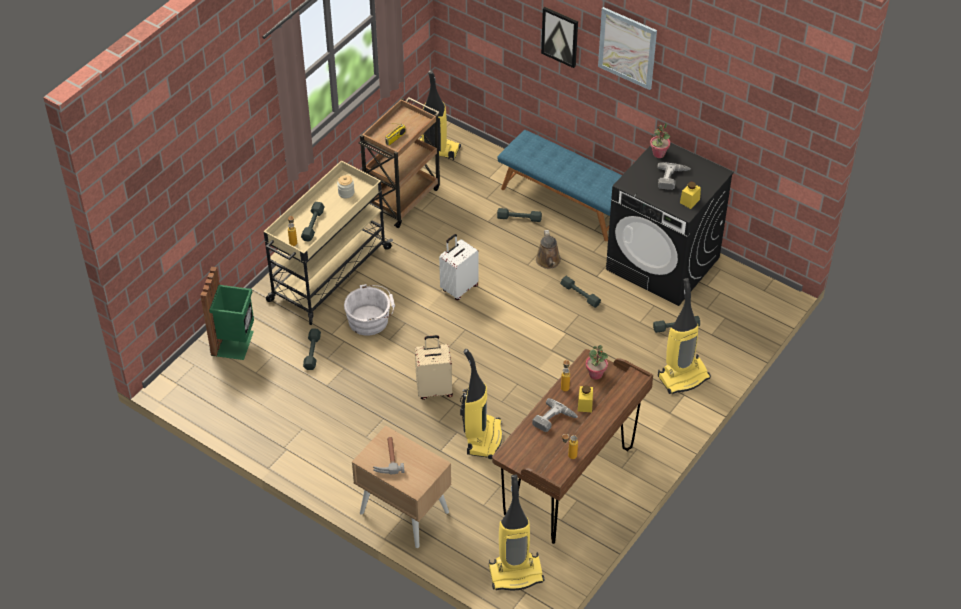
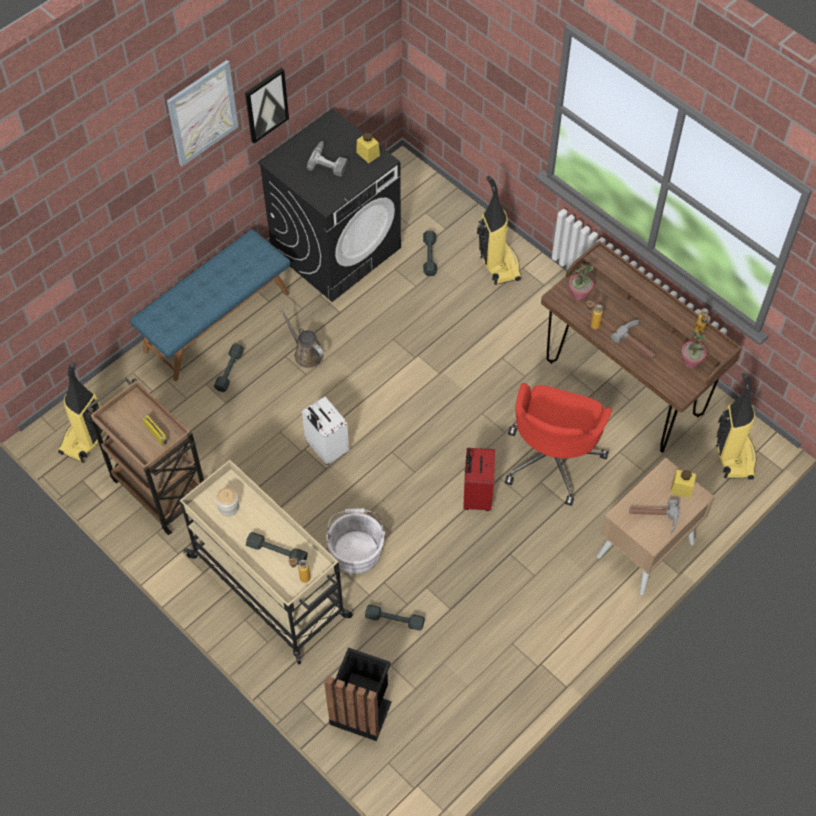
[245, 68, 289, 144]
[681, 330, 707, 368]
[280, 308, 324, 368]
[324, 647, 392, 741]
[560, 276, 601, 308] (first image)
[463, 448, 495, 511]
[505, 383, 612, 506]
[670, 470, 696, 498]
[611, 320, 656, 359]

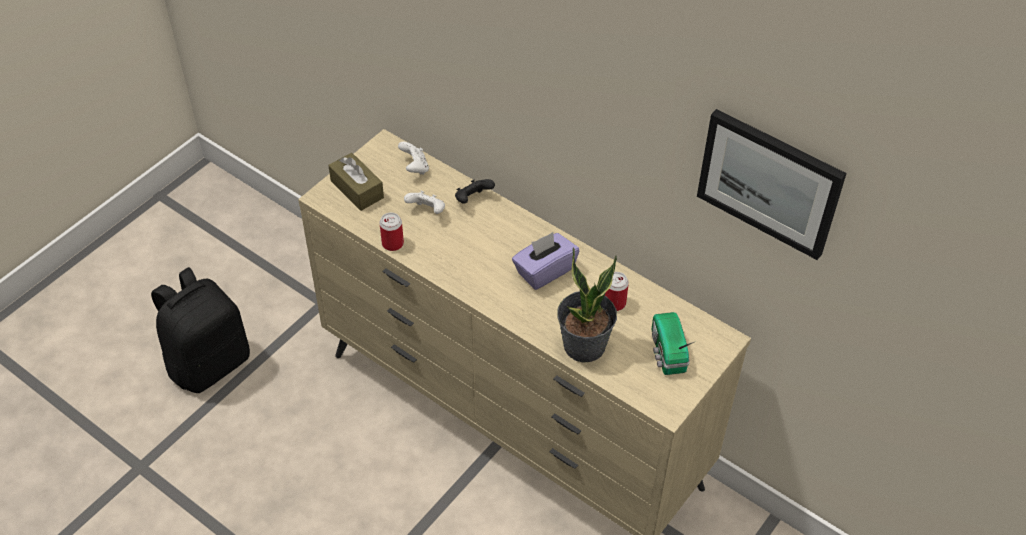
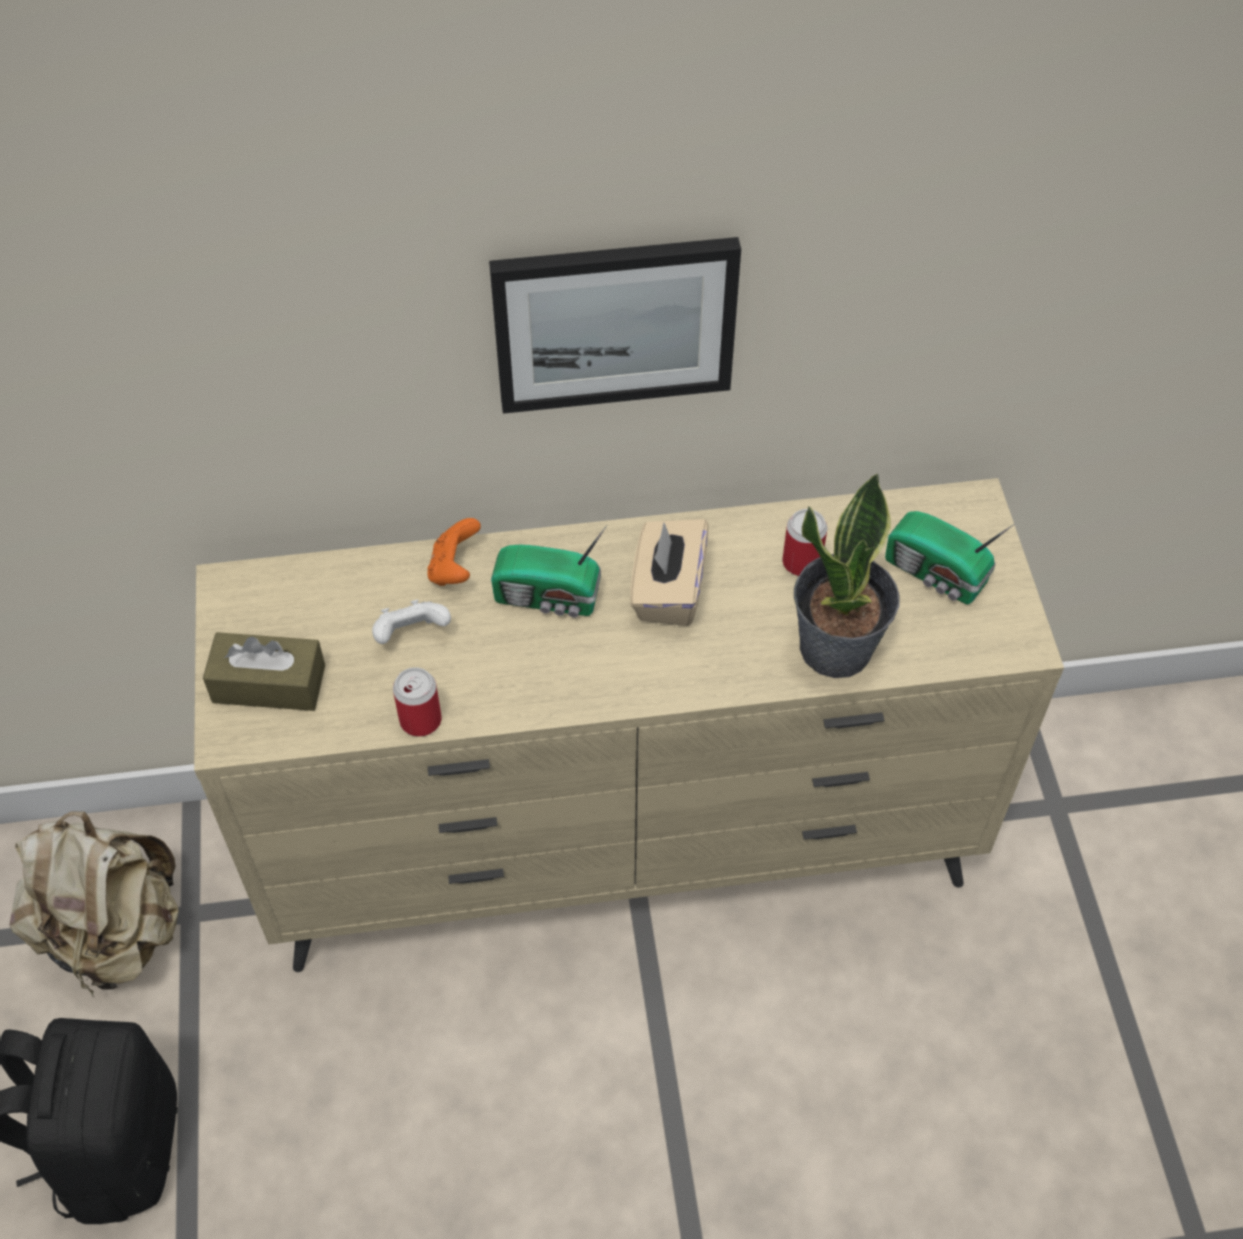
[489, 237, 741, 414]
[398, 142, 429, 175] (first image)
[427, 518, 481, 586]
[631, 519, 708, 626]
[491, 525, 607, 618]
[9, 811, 179, 997]

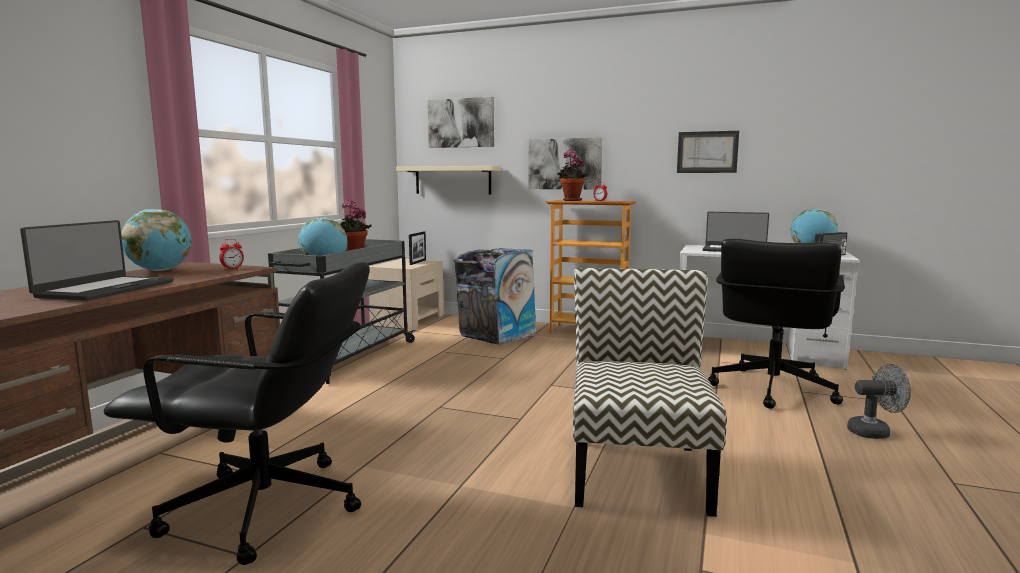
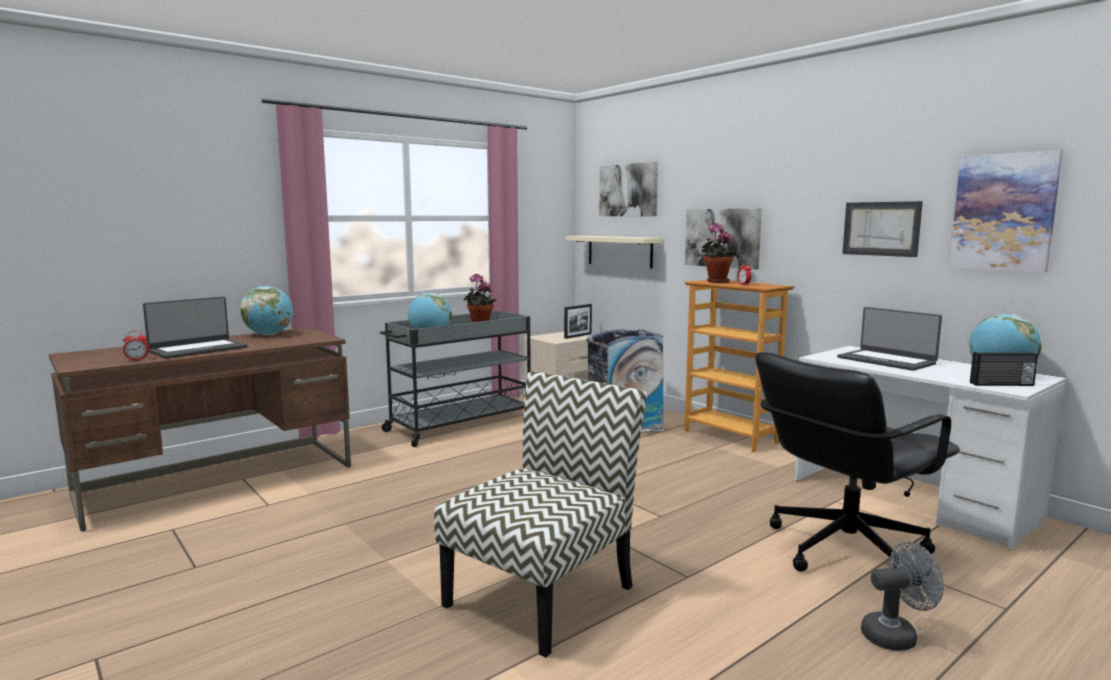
[123, 331, 149, 361]
[104, 262, 369, 565] (first image)
[861, 542, 943, 651]
[949, 150, 1063, 272]

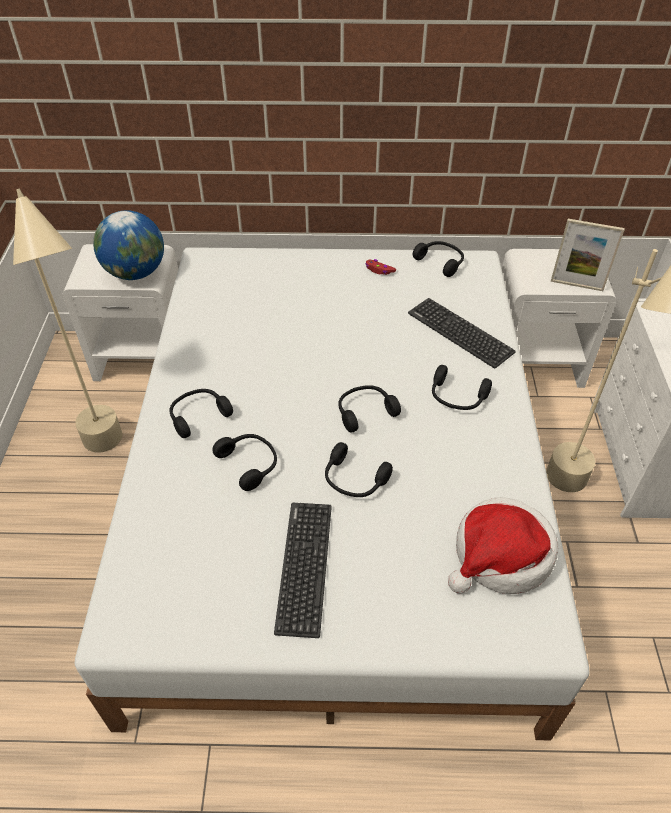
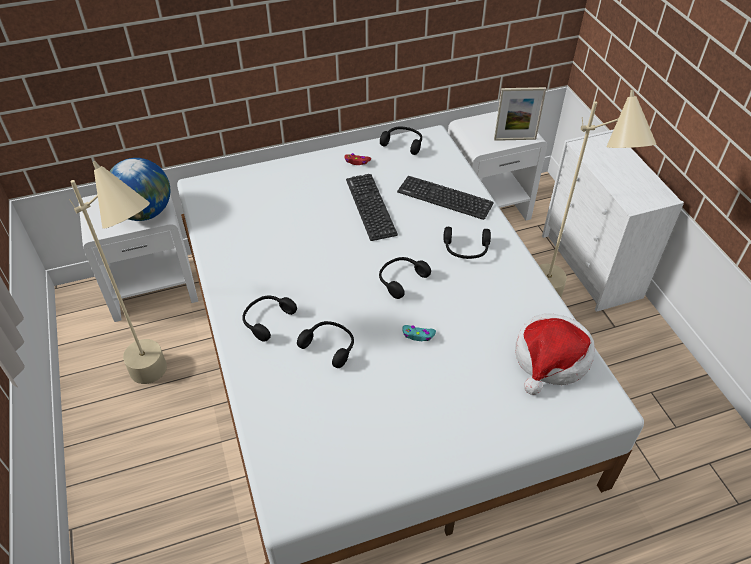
[402, 325, 436, 341]
[346, 174, 398, 241]

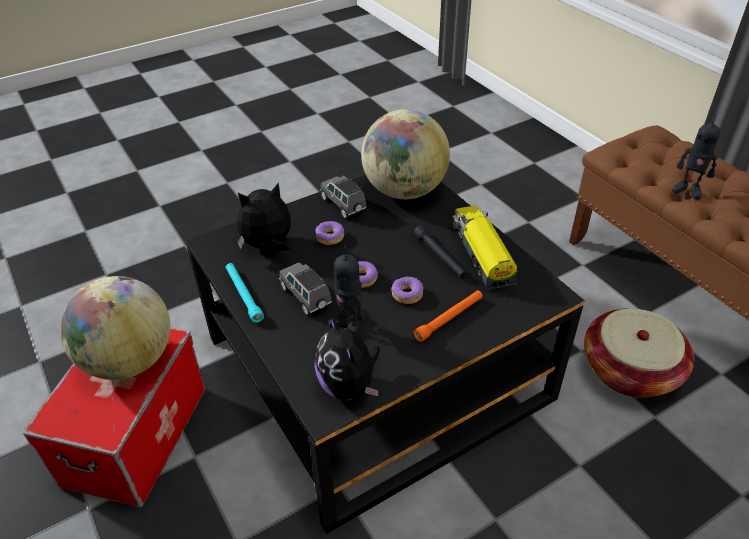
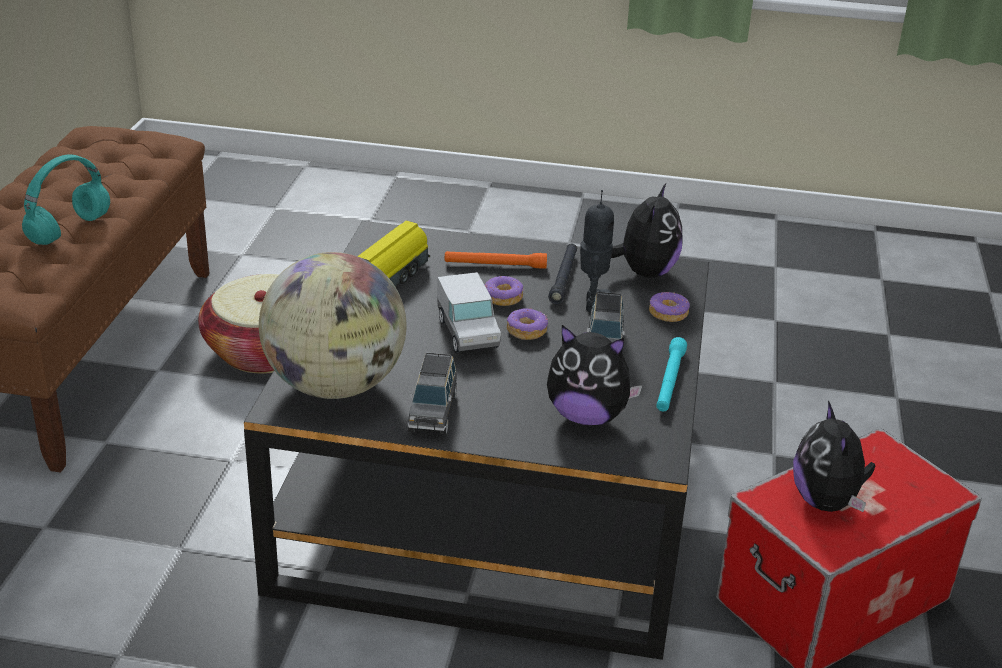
[22, 155, 110, 245]
[649, 292, 690, 322]
[548, 244, 577, 304]
[793, 401, 875, 512]
[437, 272, 501, 353]

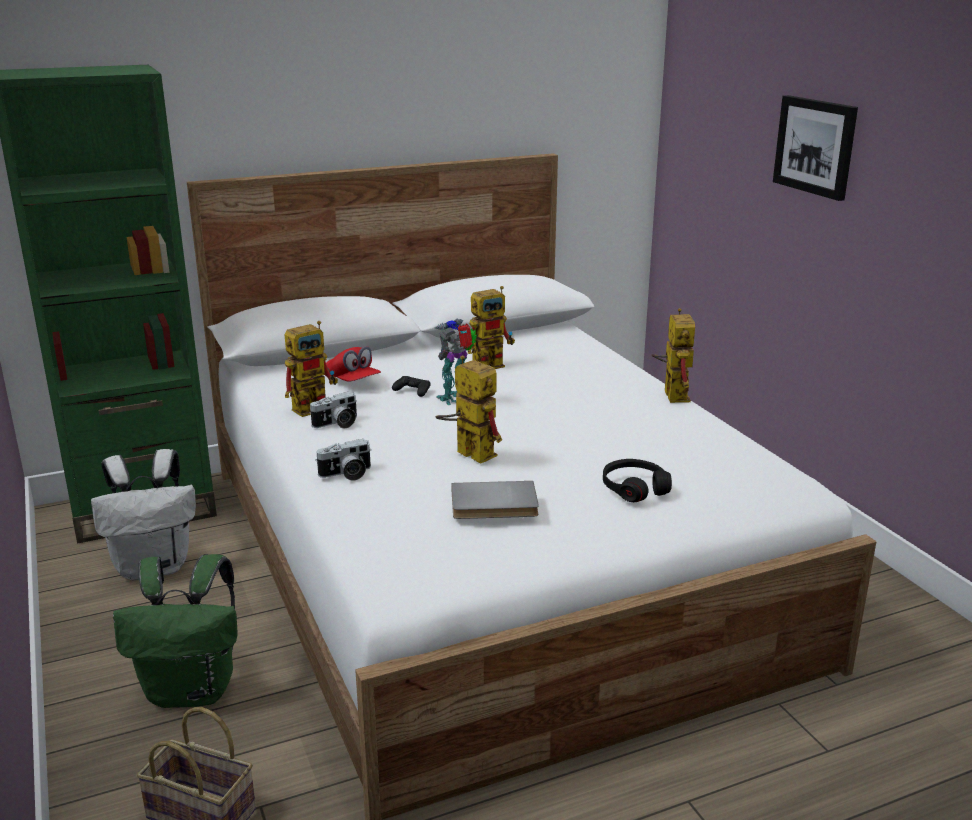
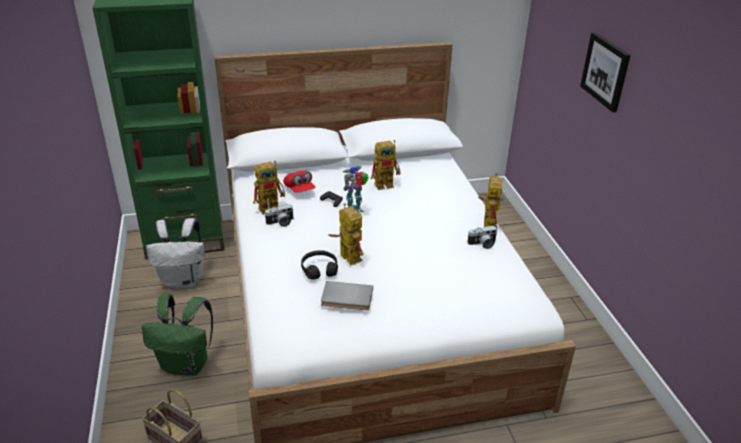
[467, 226, 497, 249]
[301, 250, 338, 280]

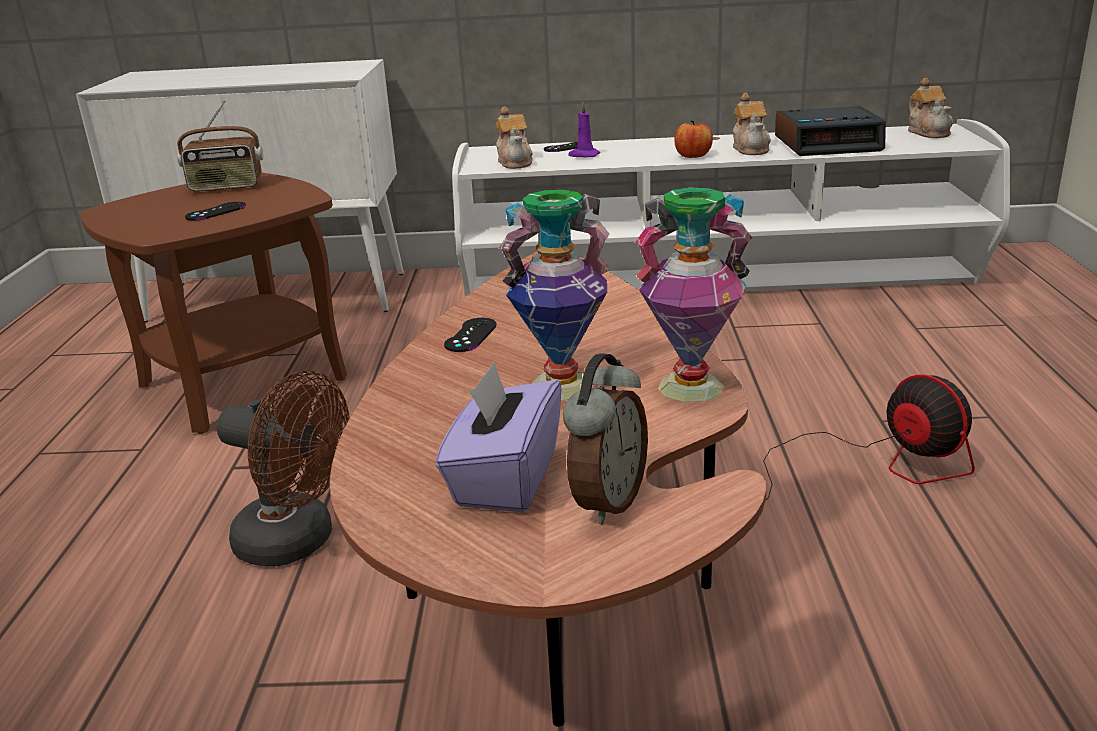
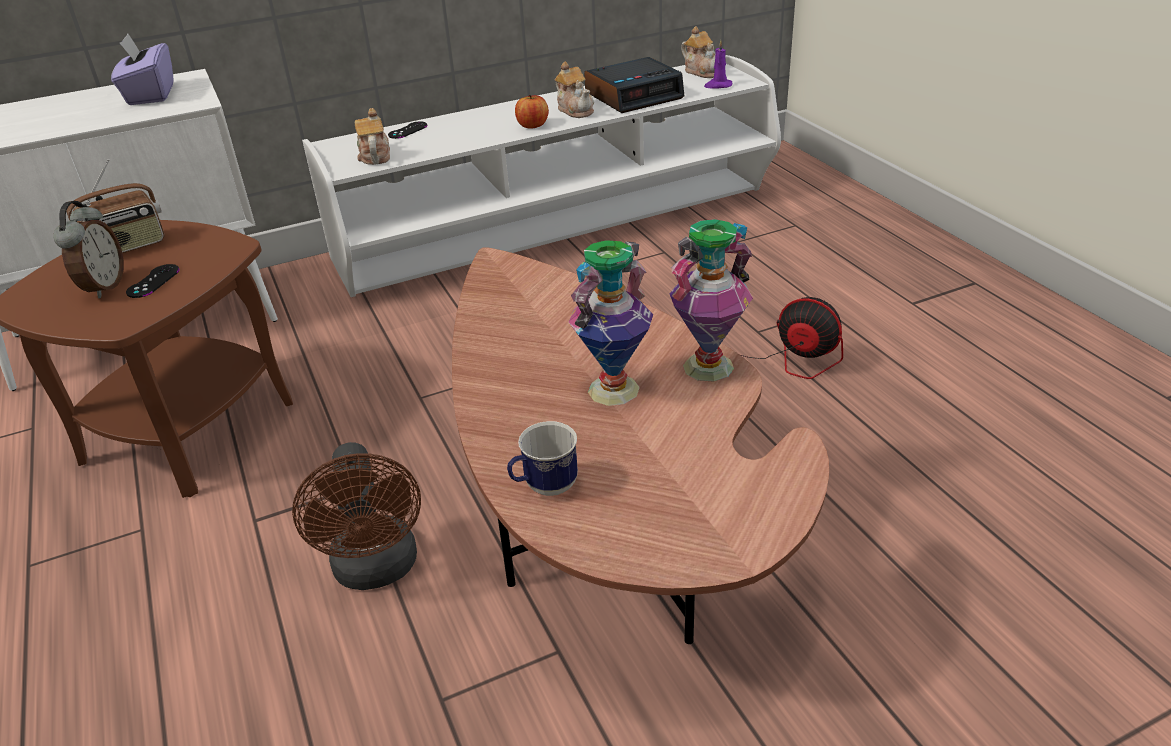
[704, 40, 732, 89]
[355, 108, 390, 165]
[444, 318, 497, 352] (first image)
[53, 201, 124, 298]
[111, 34, 174, 105]
[292, 442, 421, 590]
[507, 421, 578, 496]

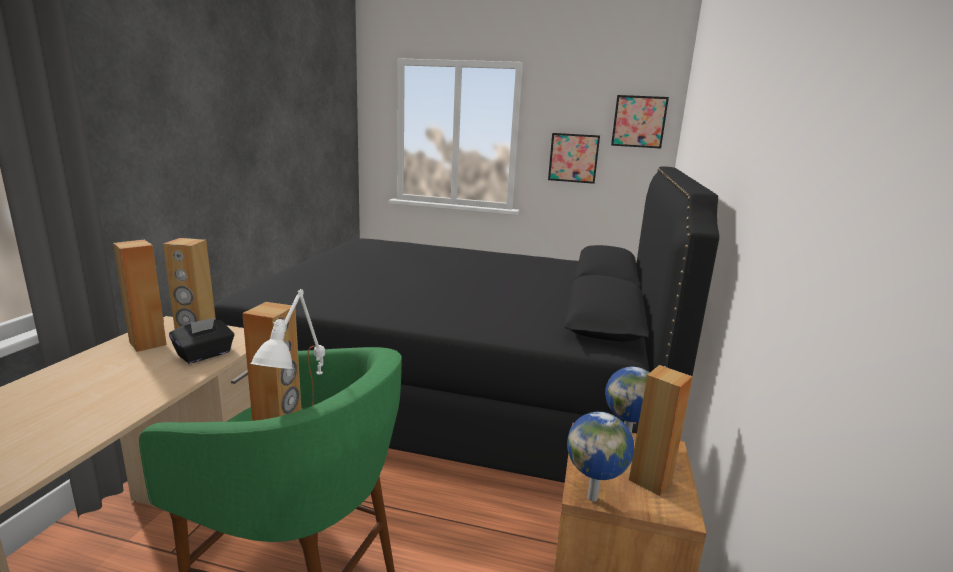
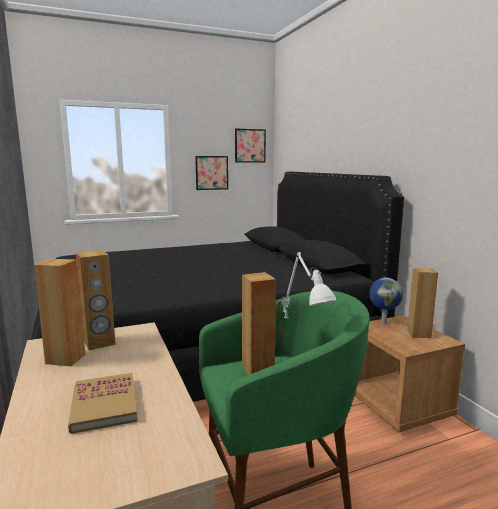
[169, 317, 234, 364] (first image)
[567, 412, 634, 501] (first image)
[68, 373, 137, 434]

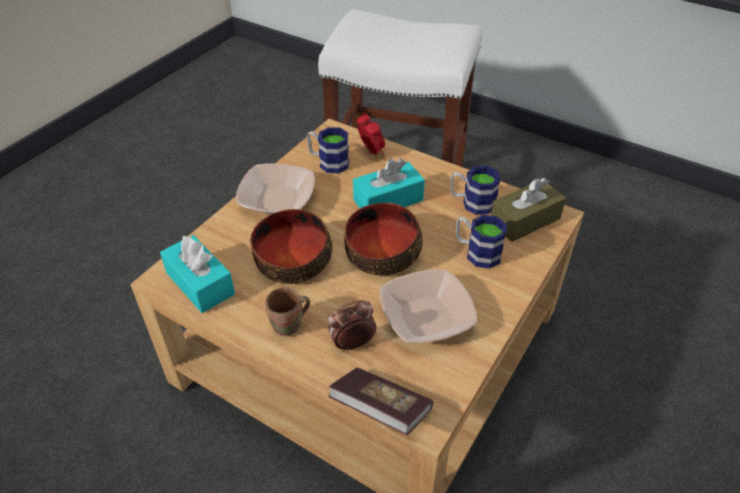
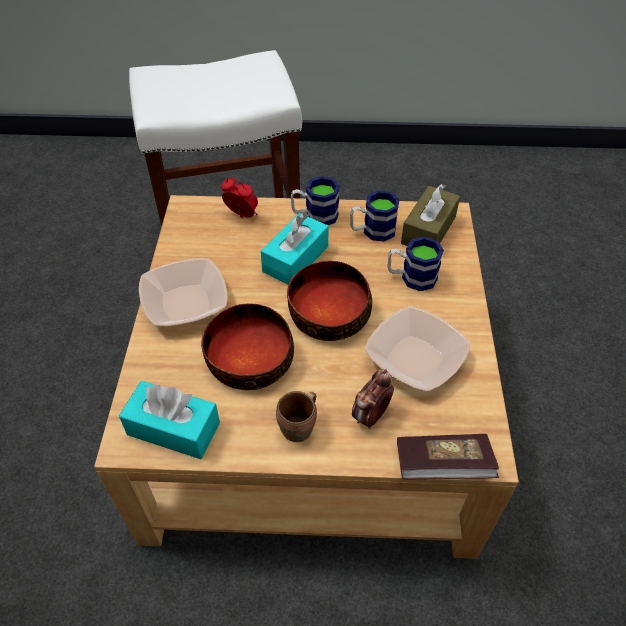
[290, 176, 340, 225]

